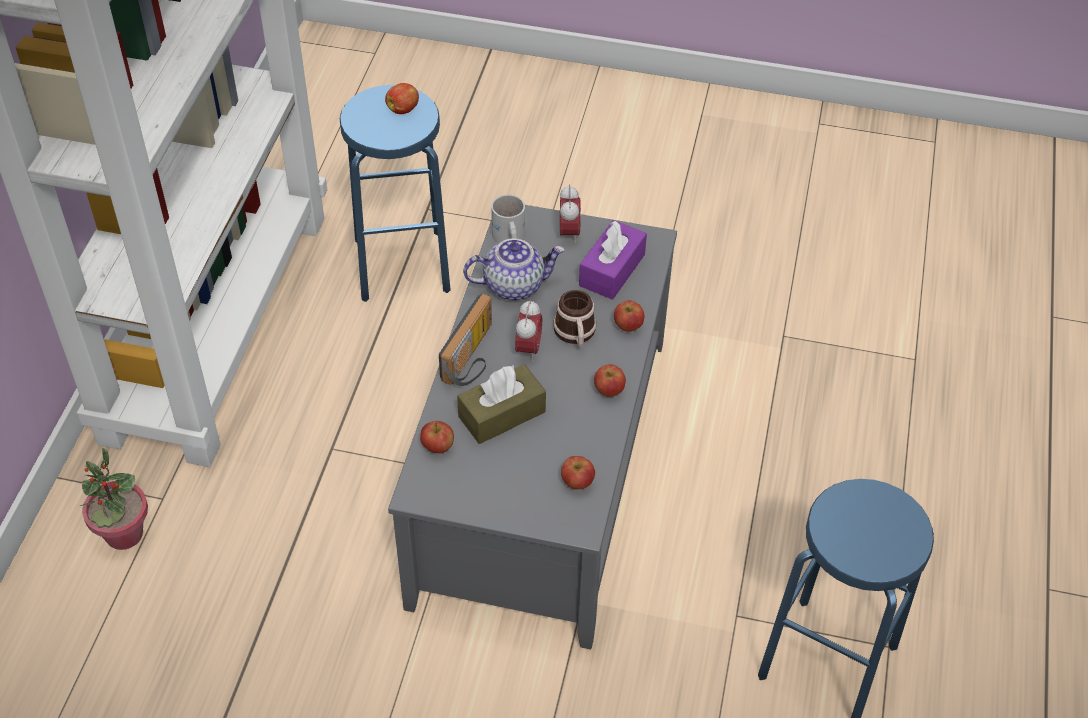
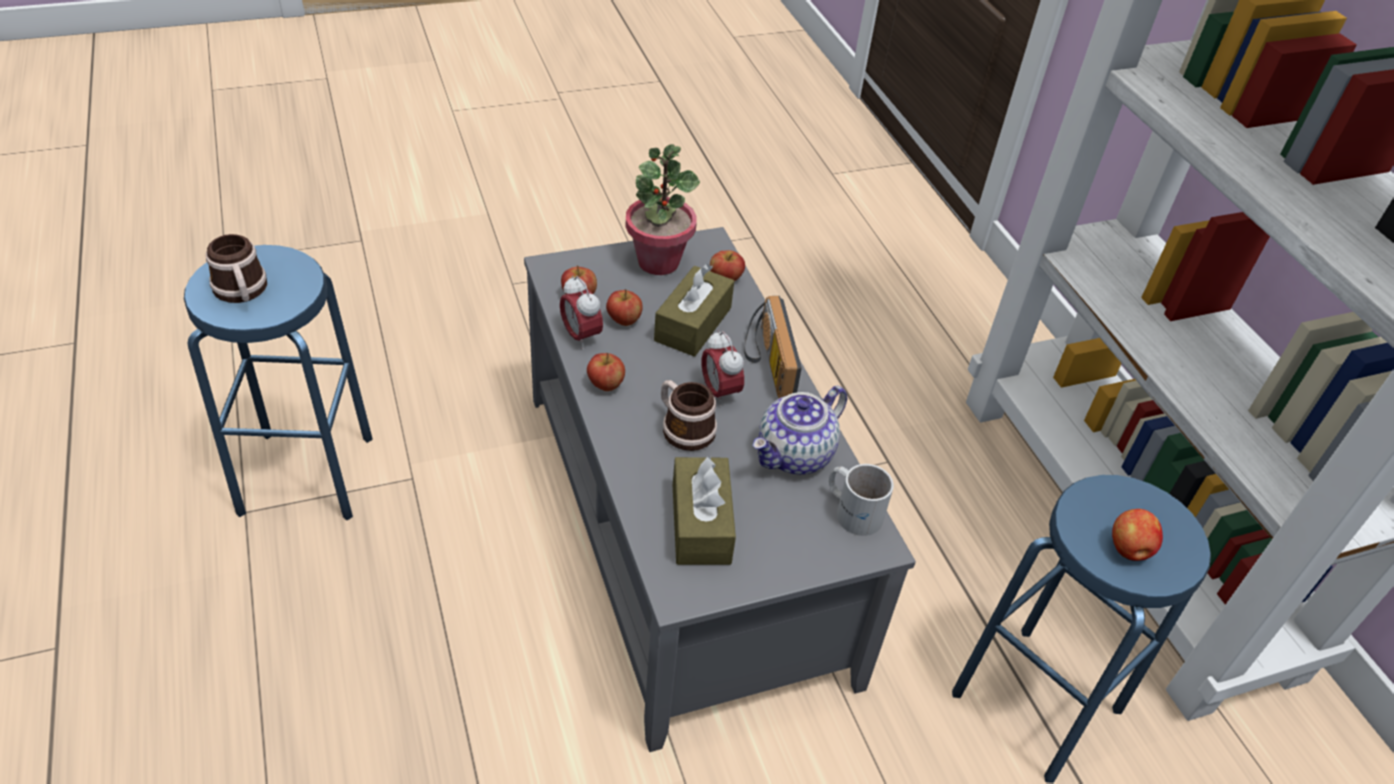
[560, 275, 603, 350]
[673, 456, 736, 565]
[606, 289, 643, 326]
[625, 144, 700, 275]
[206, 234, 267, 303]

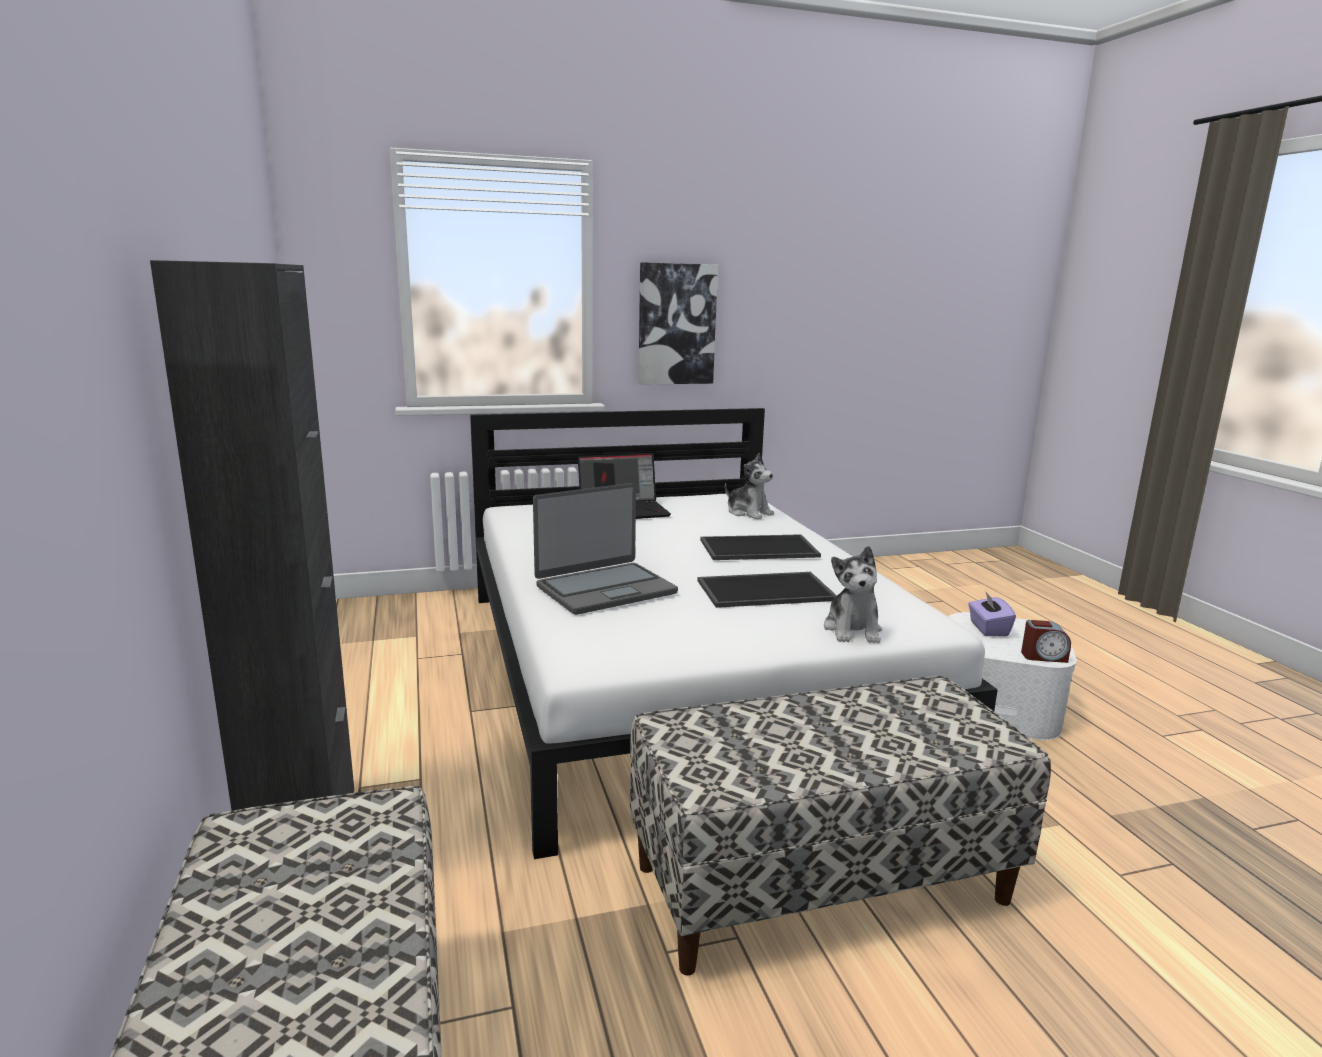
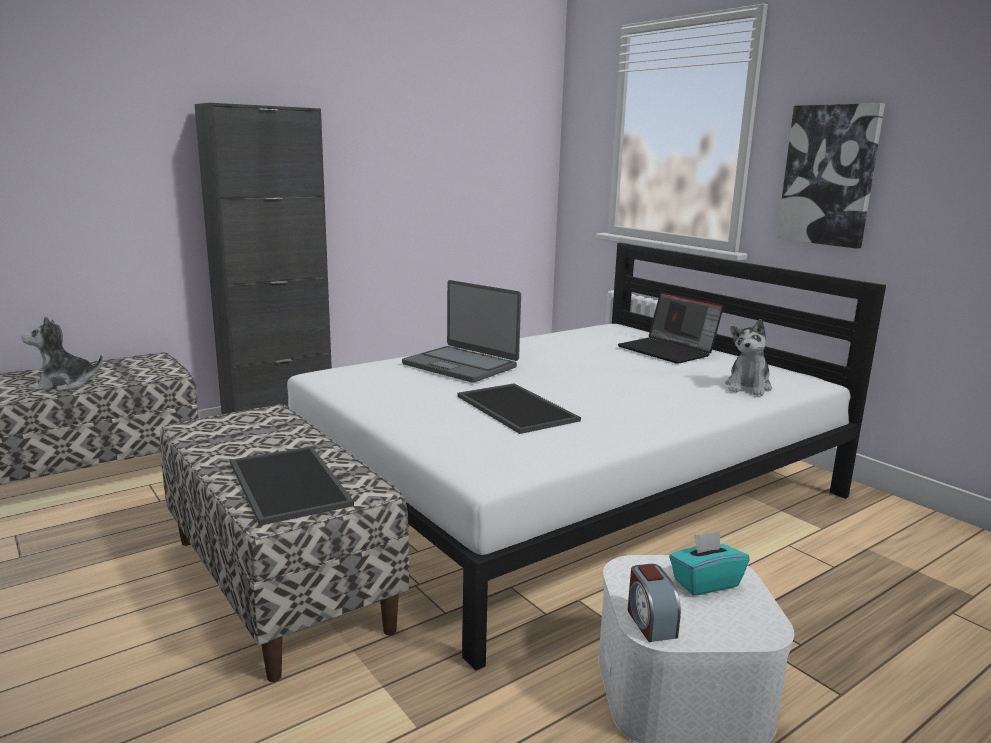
[230, 446, 354, 526]
[22, 316, 103, 391]
[669, 531, 750, 595]

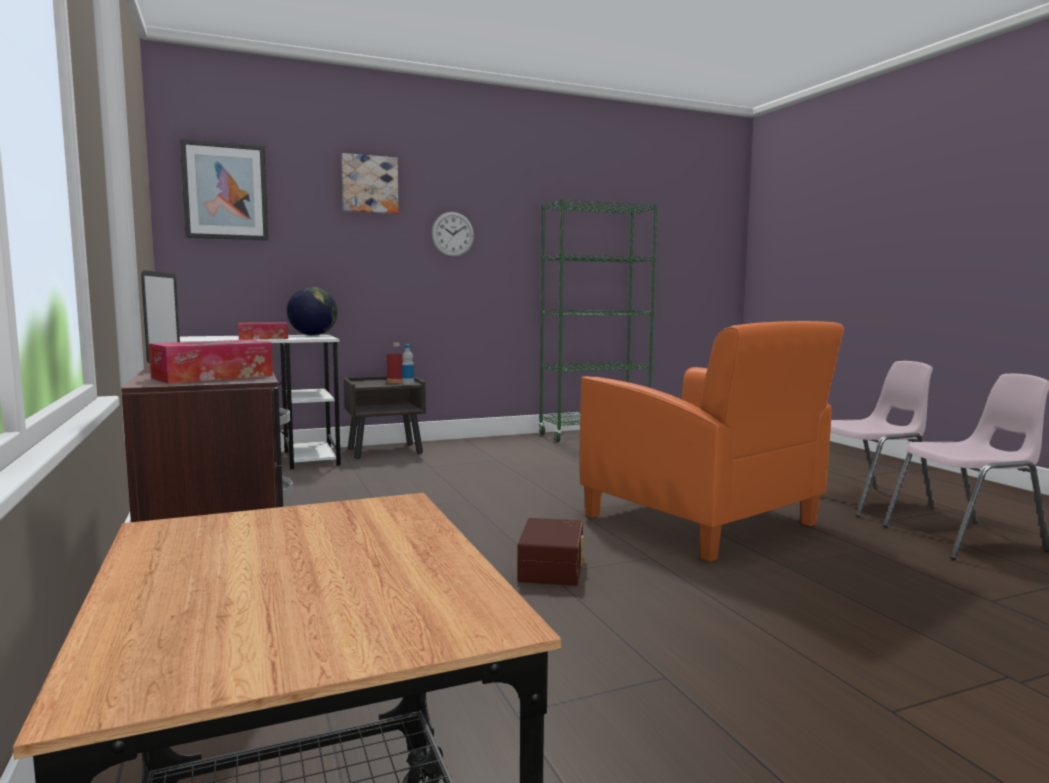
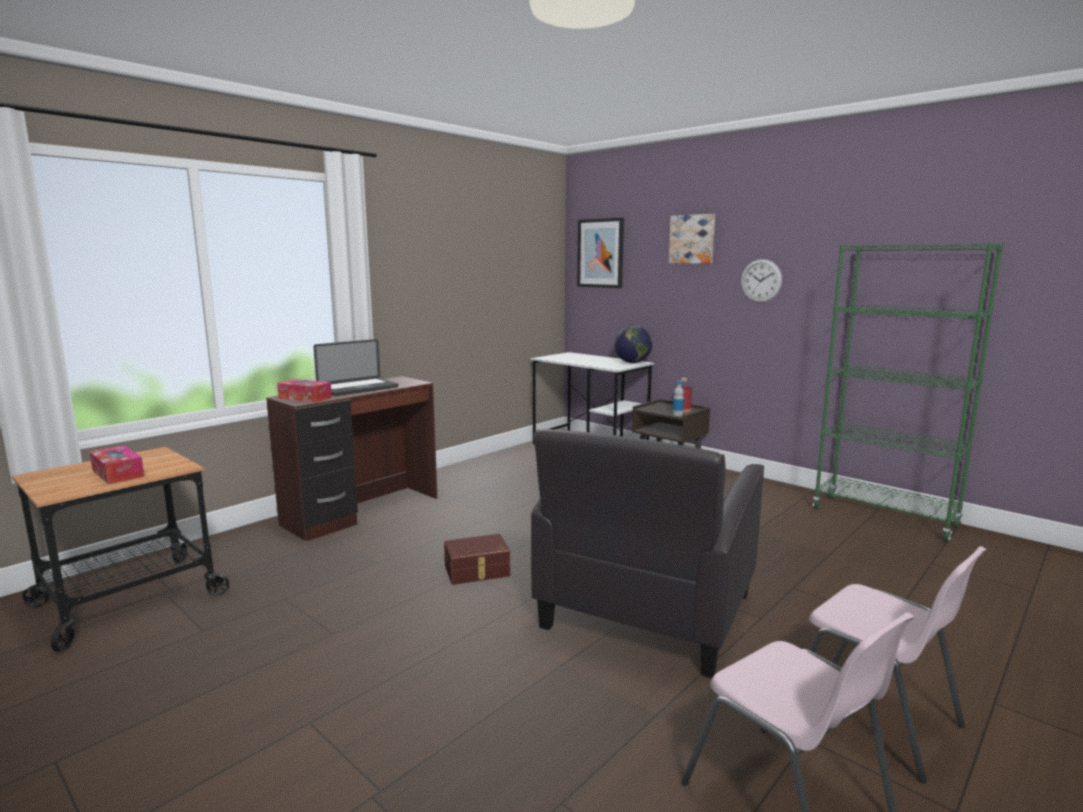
[531, 429, 764, 678]
[90, 445, 144, 484]

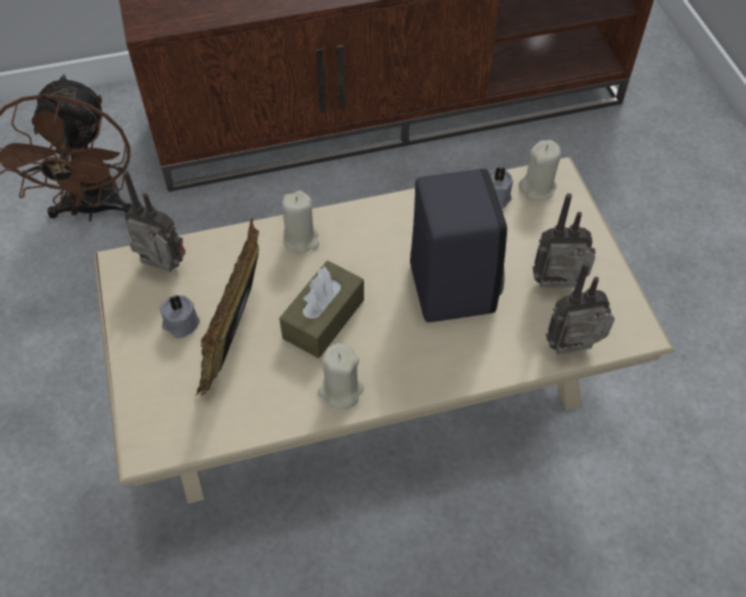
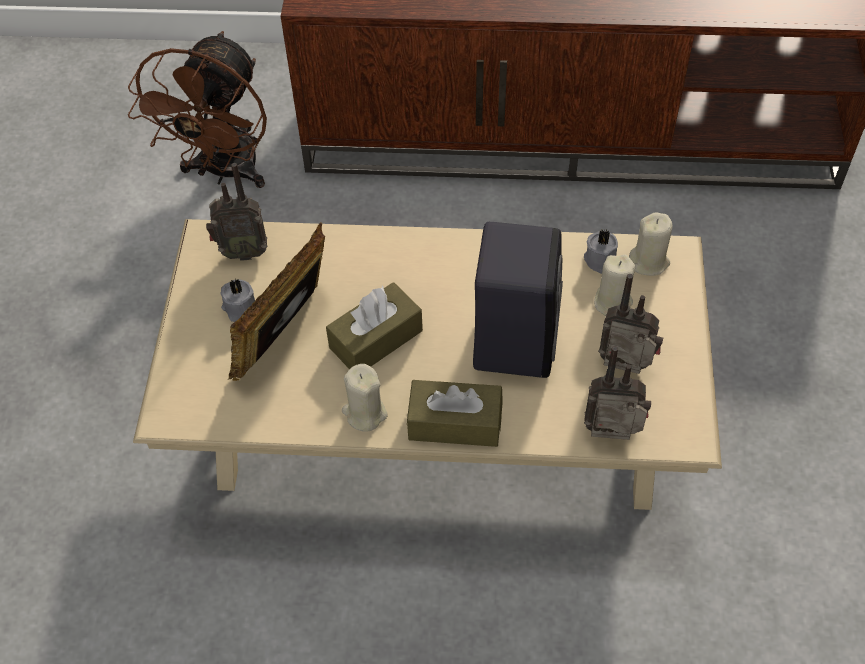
[206, 163, 267, 261]
[594, 254, 635, 316]
[407, 380, 503, 447]

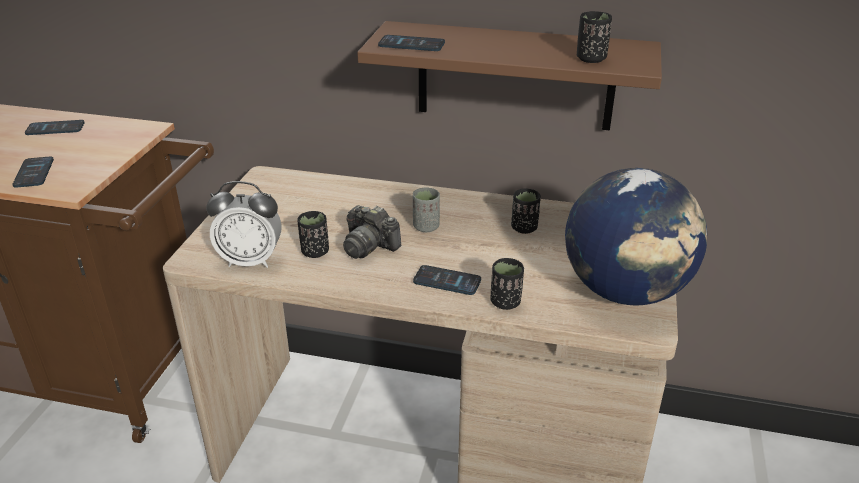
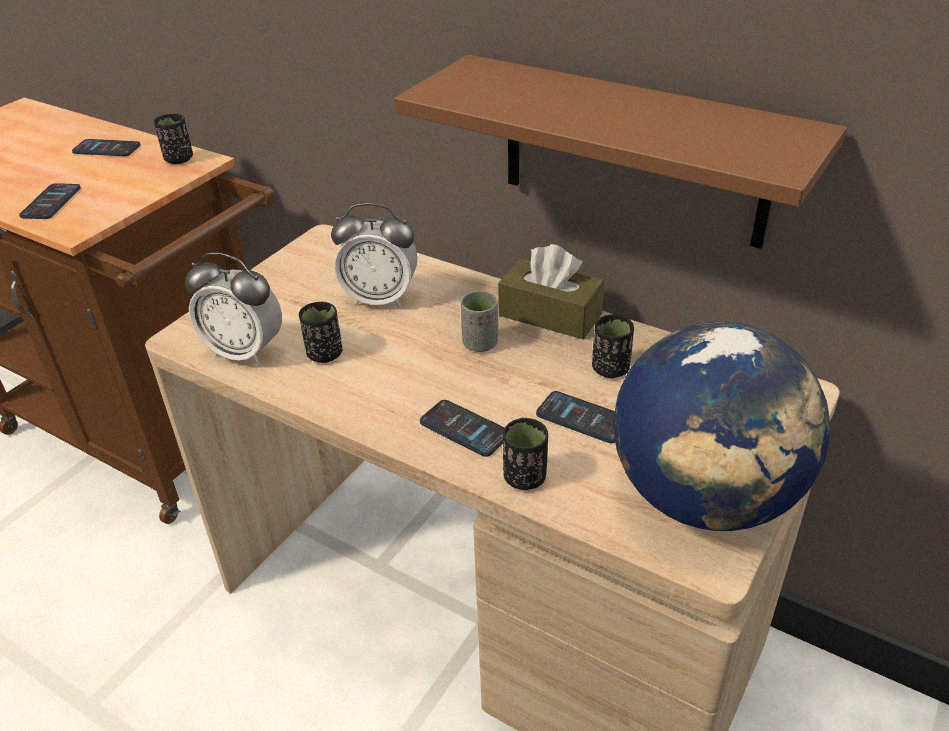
[154, 114, 193, 164]
[536, 391, 615, 443]
[343, 205, 401, 259] (first image)
[331, 203, 418, 308]
[498, 244, 605, 339]

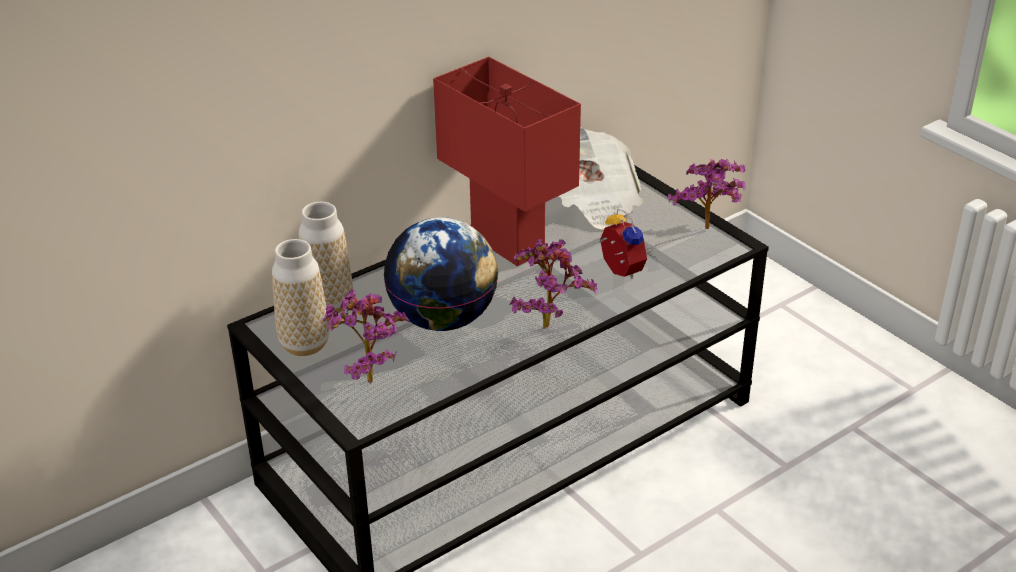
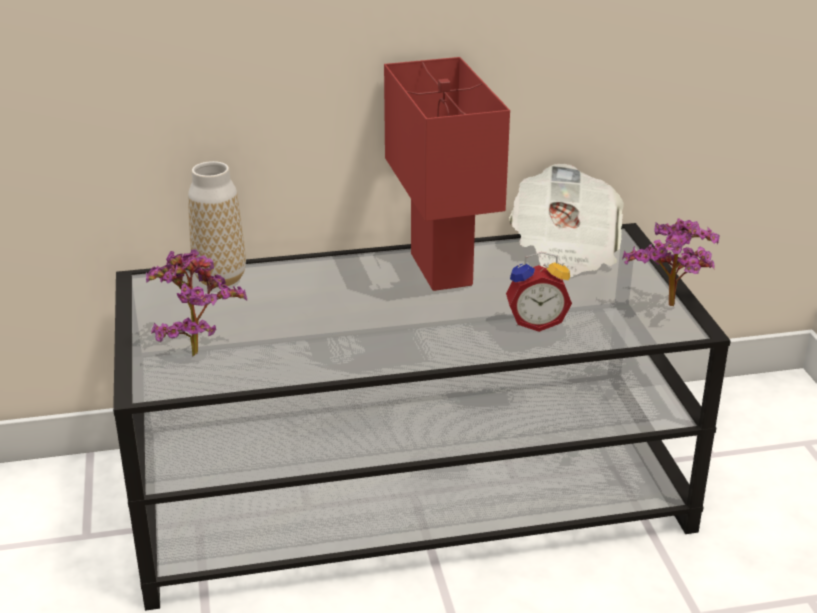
[506, 252, 572, 332]
[383, 217, 498, 331] (first image)
[272, 239, 329, 356] (first image)
[510, 239, 597, 329] (first image)

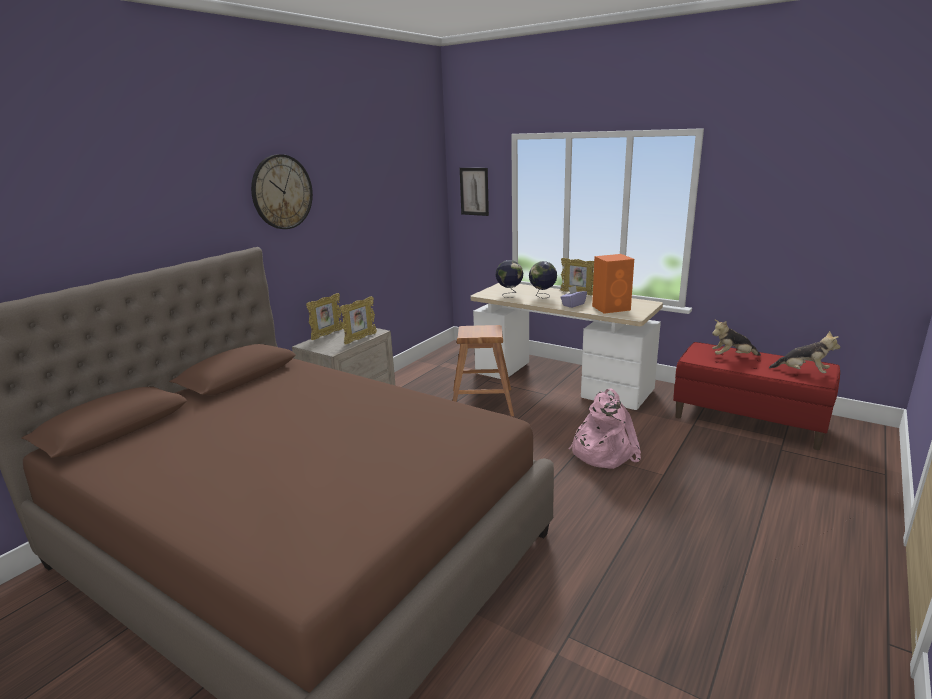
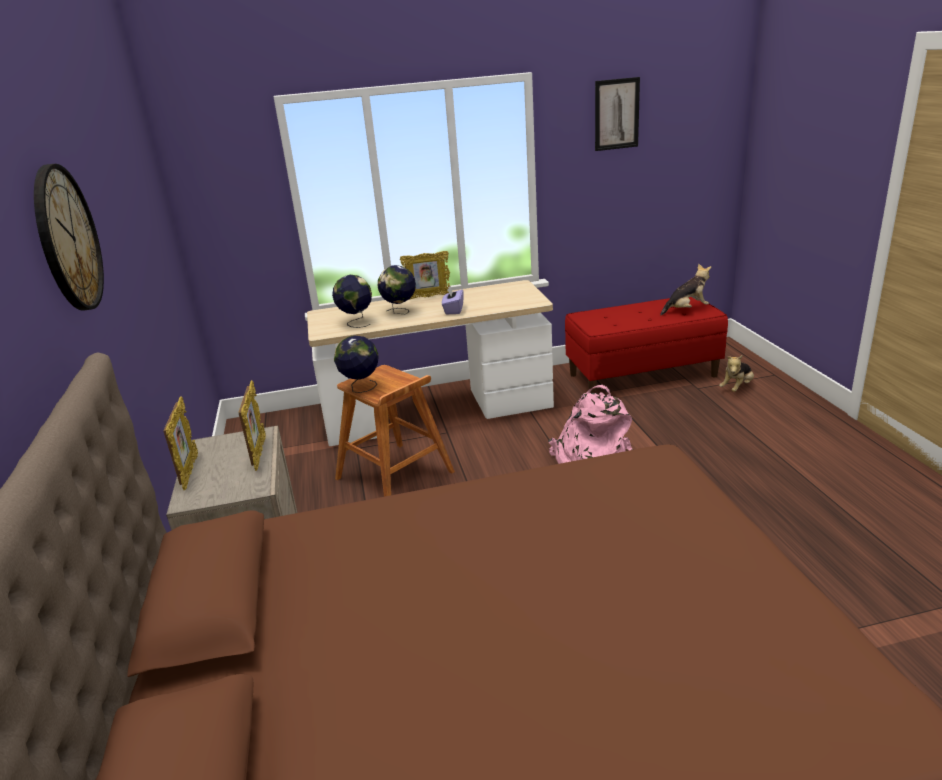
[595, 77, 640, 151]
[592, 254, 634, 314] (first image)
[719, 355, 754, 392]
[334, 335, 379, 393]

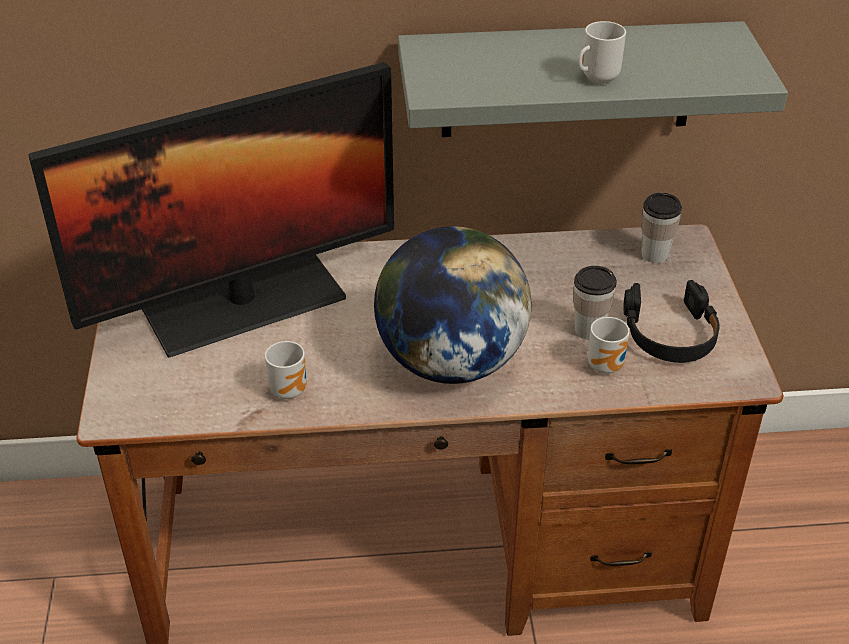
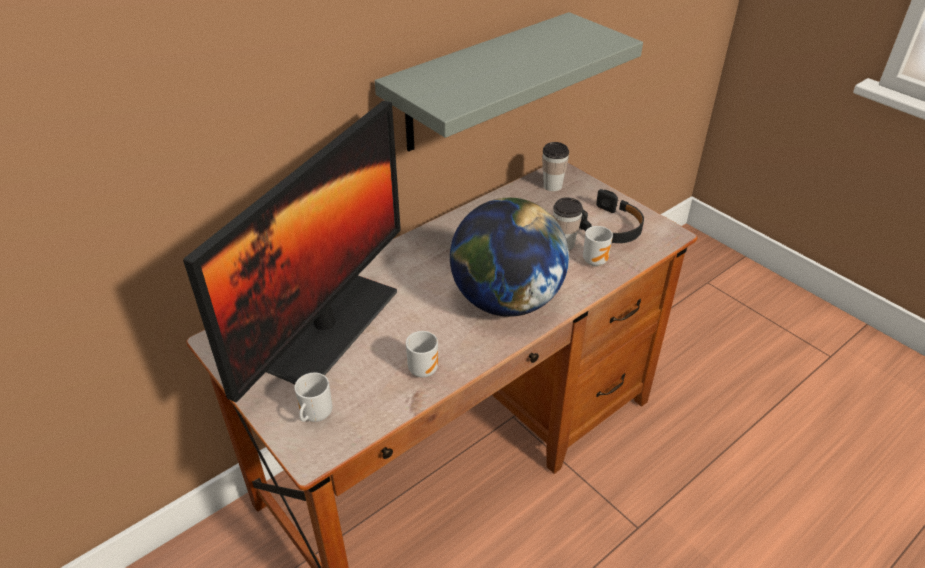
[294, 373, 332, 422]

